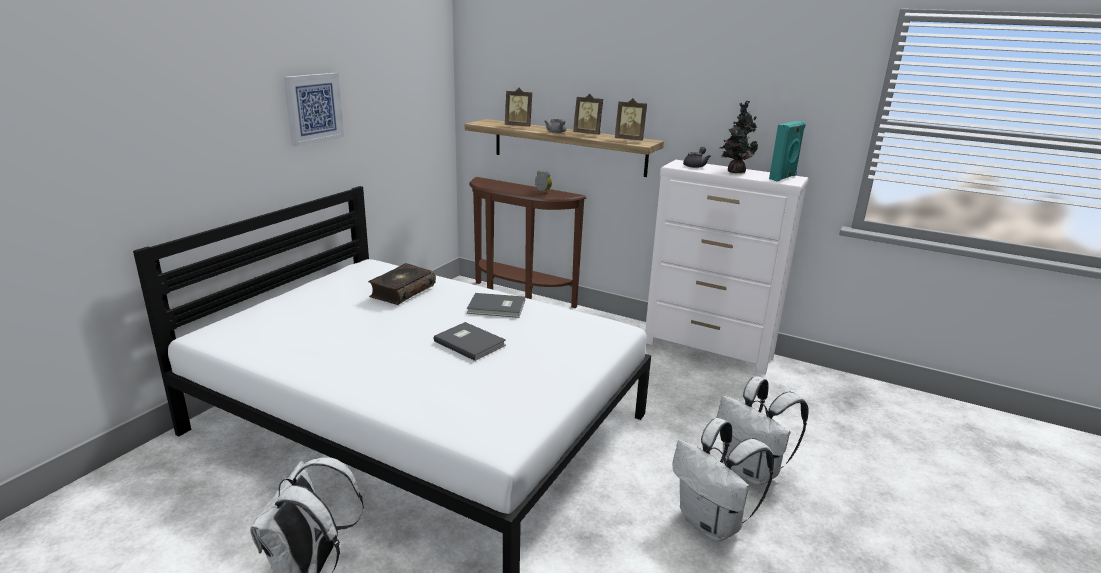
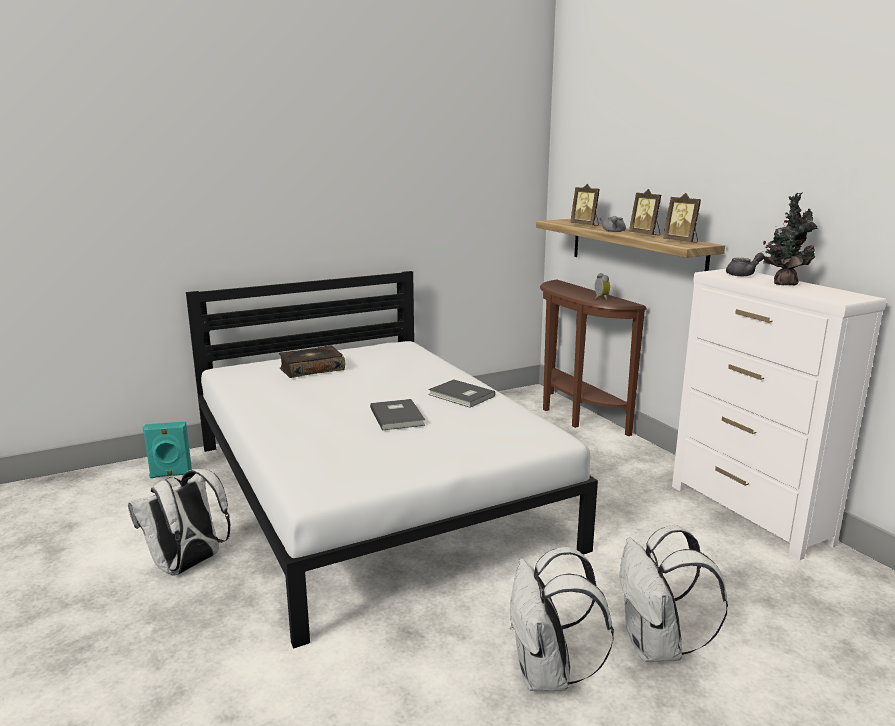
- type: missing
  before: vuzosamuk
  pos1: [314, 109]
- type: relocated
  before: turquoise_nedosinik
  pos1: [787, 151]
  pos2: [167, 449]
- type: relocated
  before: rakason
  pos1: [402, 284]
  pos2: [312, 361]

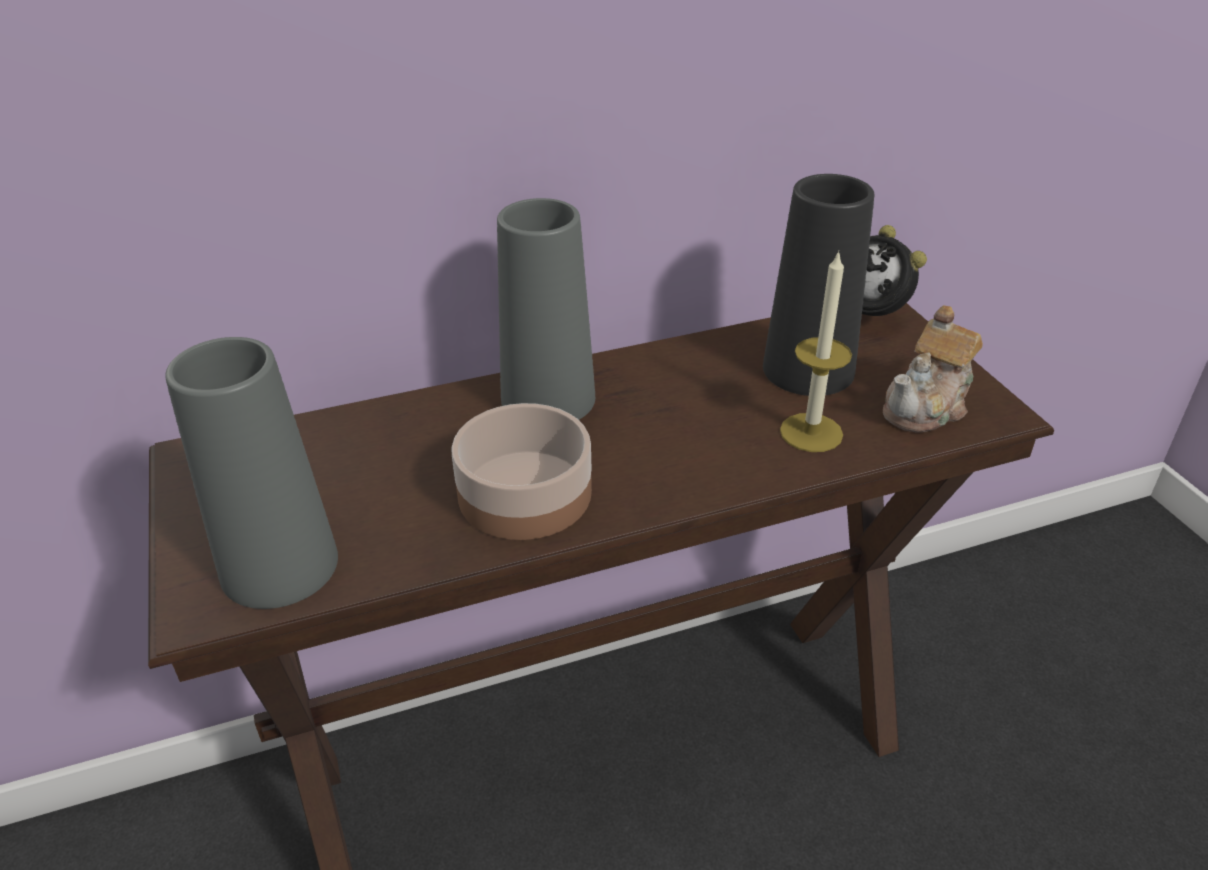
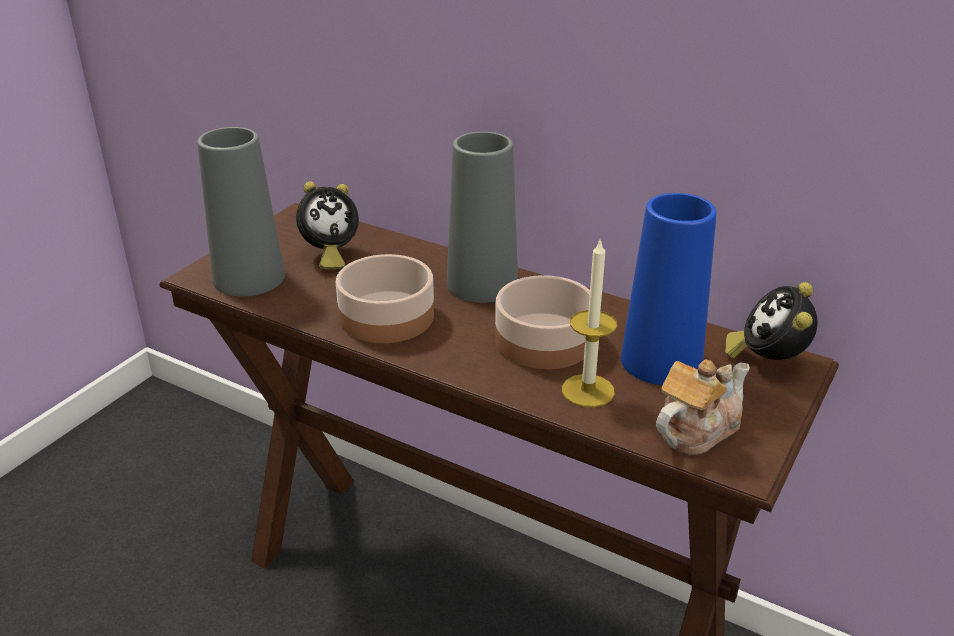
- type: colour
  before: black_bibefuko
  after: blue_bibefuko
  pos1: [818, 285]
  pos2: [669, 289]
- type: spun
  before: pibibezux
  pos1: [933, 369]
  pos2: [703, 407]
  turn: 135
- type: appeared
  after: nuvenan
  pos2: [327, 225]
- type: appeared
  after: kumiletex
  pos2: [542, 322]

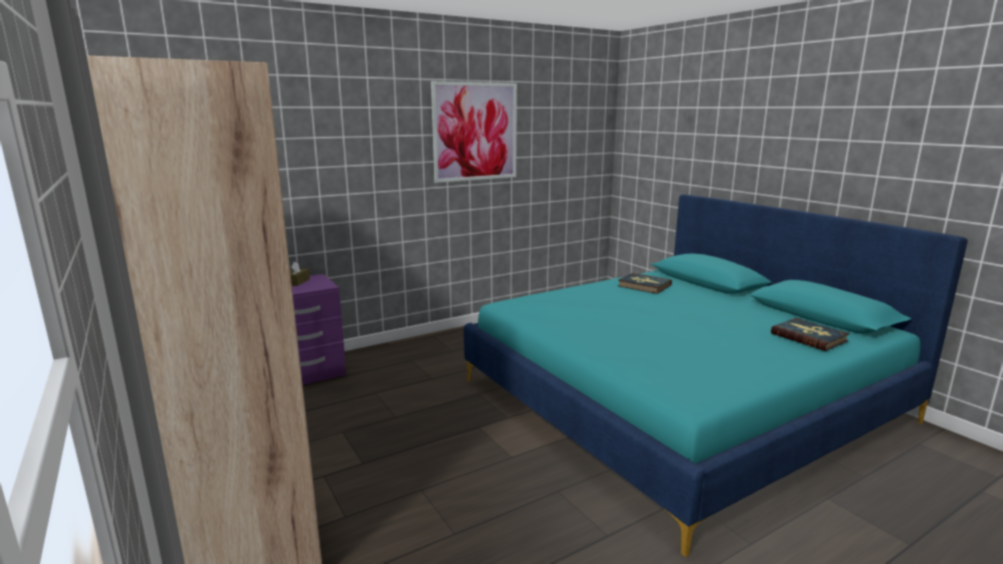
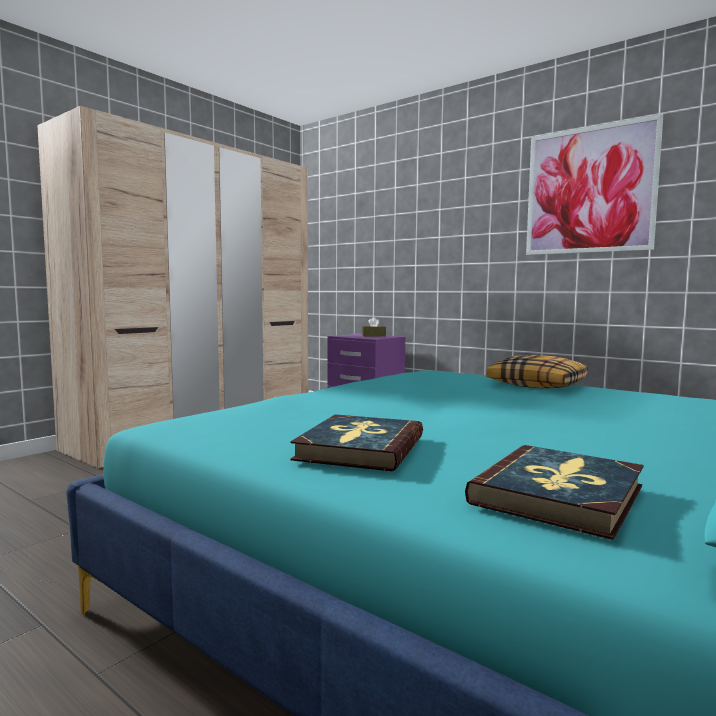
- type: relocated
  before: rakason
  pos1: [645, 283]
  pos2: [356, 443]
- type: appeared
  after: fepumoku
  pos2: [537, 371]

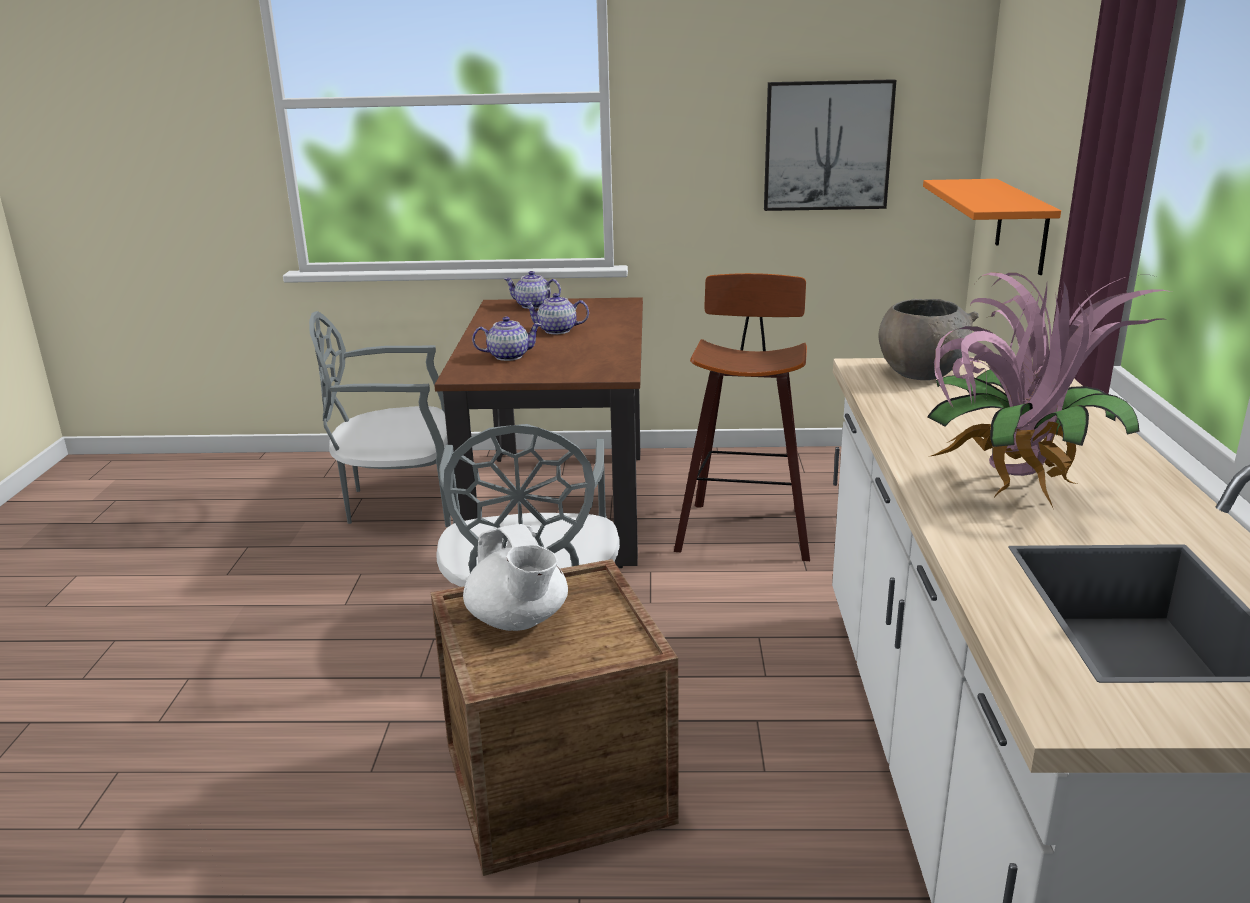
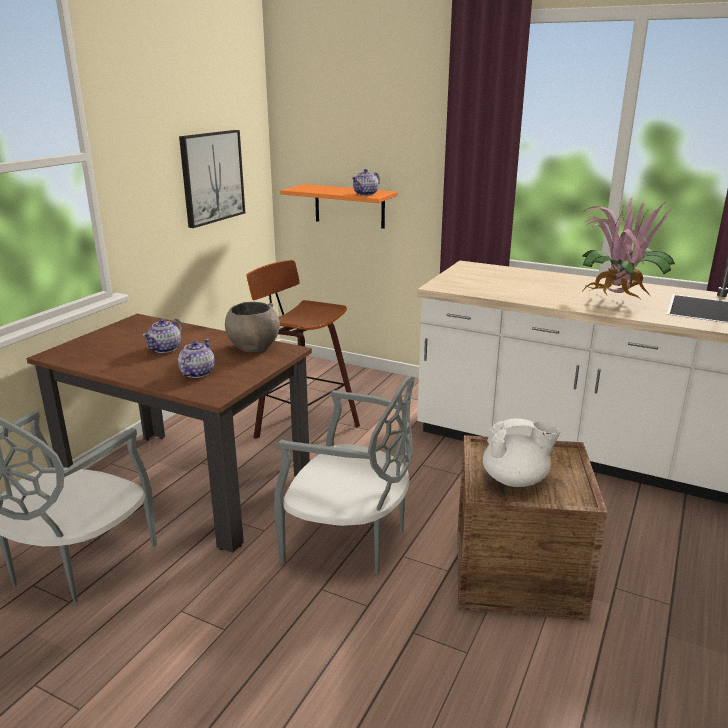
- type: relocated
  before: pibibezux
  pos1: [532, 290]
  pos2: [365, 182]
- type: relocated
  before: grey_kumiletex
  pos1: [928, 339]
  pos2: [252, 327]

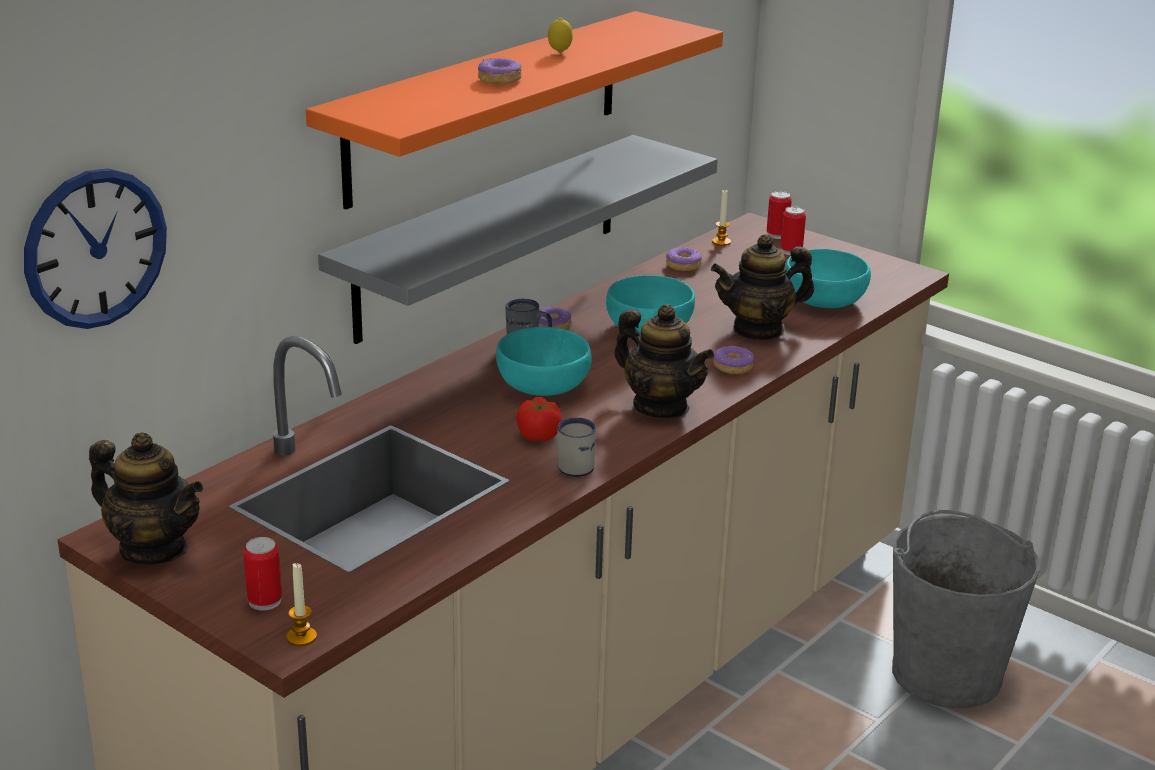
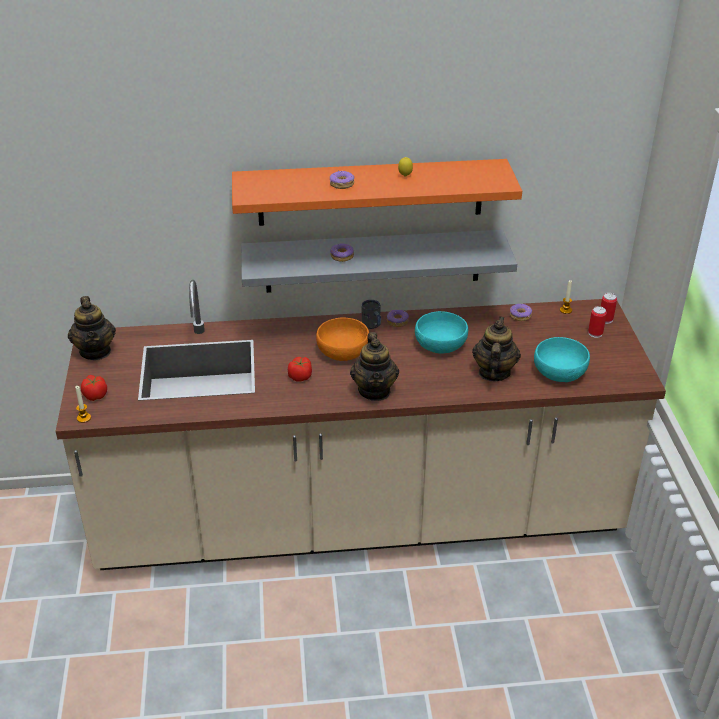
- type: missing
  before: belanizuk
  pos1: [95, 248]
- type: spun
  before: pibibezux
  pos1: [762, 287]
  pos2: [496, 349]
  turn: 75
- type: colour
  before: turquoise_kumiletex
  after: orange_kumiletex
  pos1: [544, 361]
  pos2: [342, 339]
- type: relocated
  before: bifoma
  pos1: [734, 360]
  pos2: [342, 253]
- type: missing
  before: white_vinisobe
  pos1: [576, 447]
- type: missing
  before: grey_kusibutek
  pos1: [966, 609]
- type: exchanged
  before: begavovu
  after: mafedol
  pos1: [262, 573]
  pos2: [94, 388]

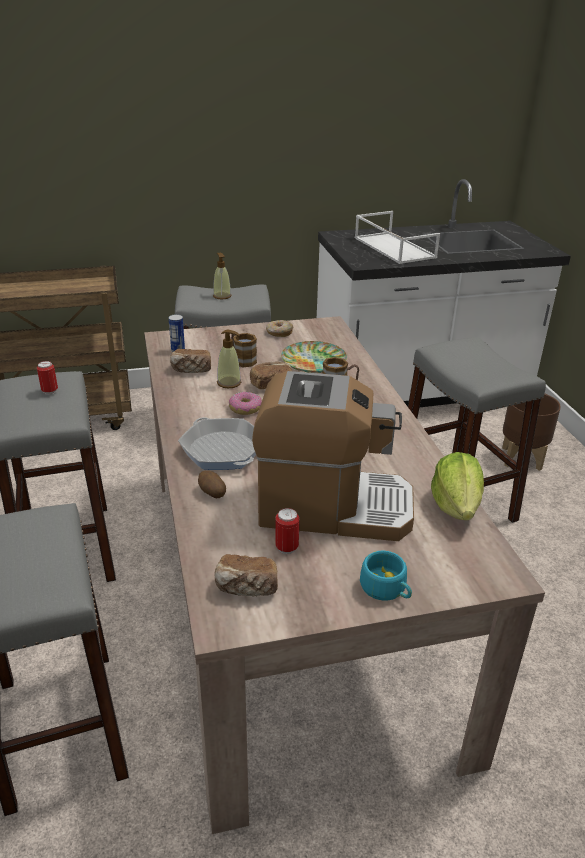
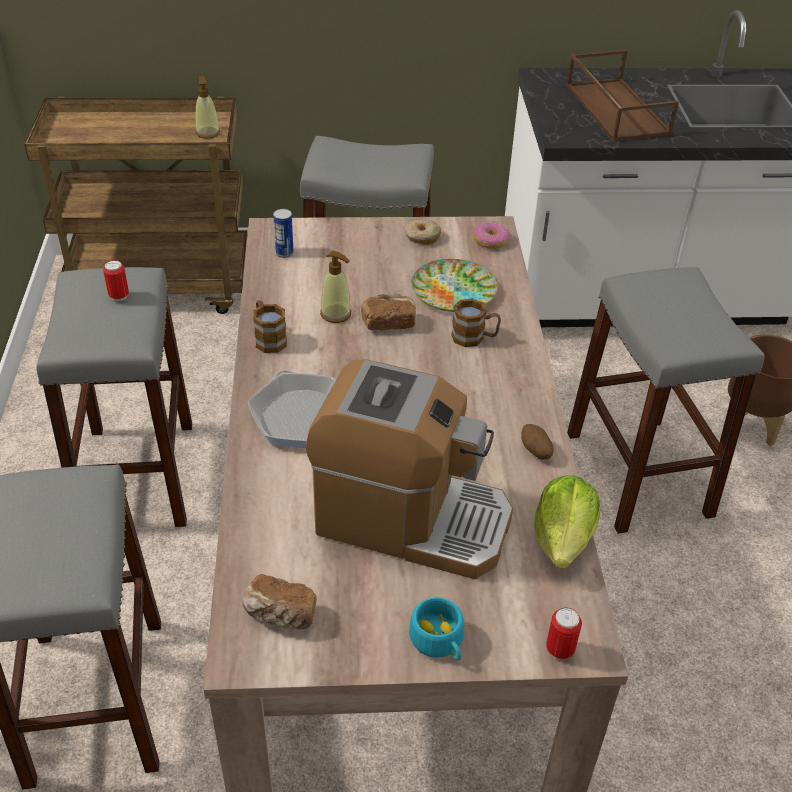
- type: colour
  before: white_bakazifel
  after: brown_bakazifel
  pos1: [397, 237]
  pos2: [622, 95]
- type: relocated
  before: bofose
  pos1: [222, 276]
  pos2: [207, 107]
- type: relocated
  before: vinisobe
  pos1: [244, 350]
  pos2: [270, 326]
- type: missing
  before: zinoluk
  pos1: [190, 361]
- type: relocated
  before: bifoma
  pos1: [245, 403]
  pos2: [492, 235]
- type: relocated
  before: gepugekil
  pos1: [212, 485]
  pos2: [537, 442]
- type: relocated
  before: begavovu
  pos1: [287, 531]
  pos2: [564, 634]

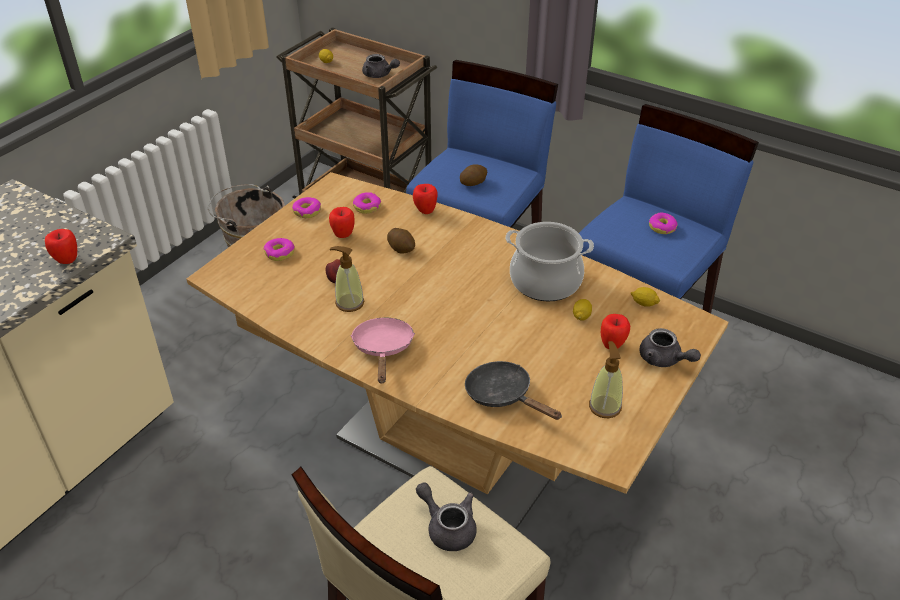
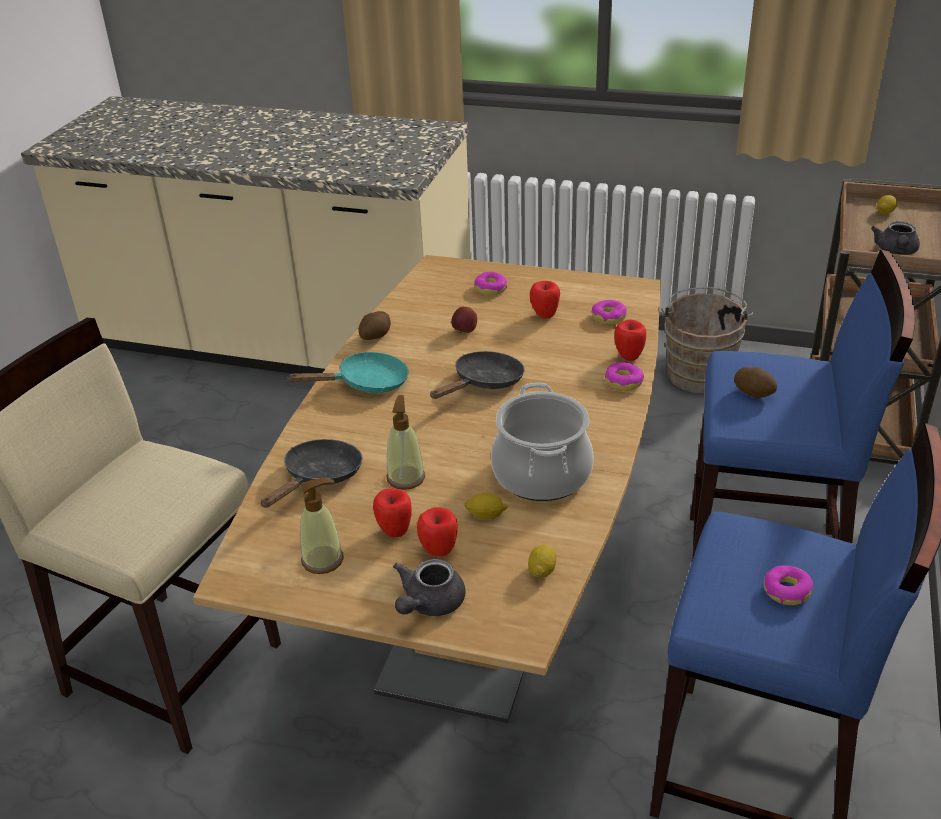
- type: relocated
  before: bifoma
  pos1: [306, 207]
  pos2: [624, 376]
- type: relocated
  before: gepugekil
  pos1: [401, 240]
  pos2: [375, 325]
- type: relocated
  before: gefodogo
  pos1: [61, 246]
  pos2: [392, 512]
- type: relocated
  before: bofose
  pos1: [347, 279]
  pos2: [405, 442]
- type: colour
  before: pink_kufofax
  after: turquoise_kufofax
  pos1: [382, 350]
  pos2: [348, 372]
- type: missing
  before: grey_pibibezux
  pos1: [446, 516]
- type: appeared
  after: black_kufofax
  pos2: [477, 375]

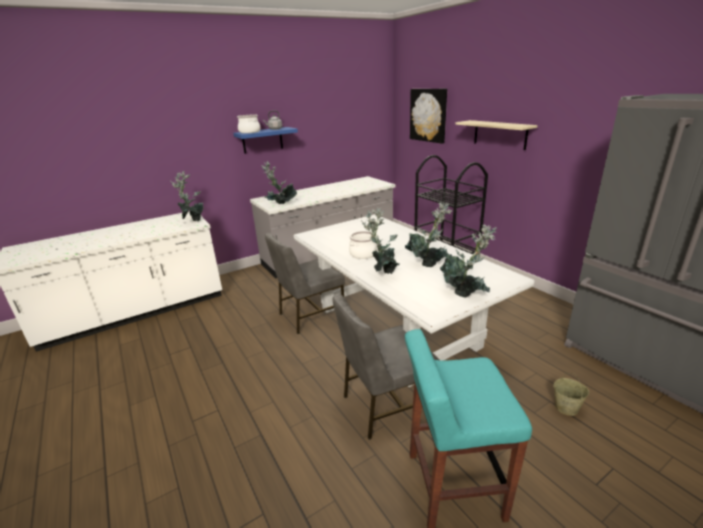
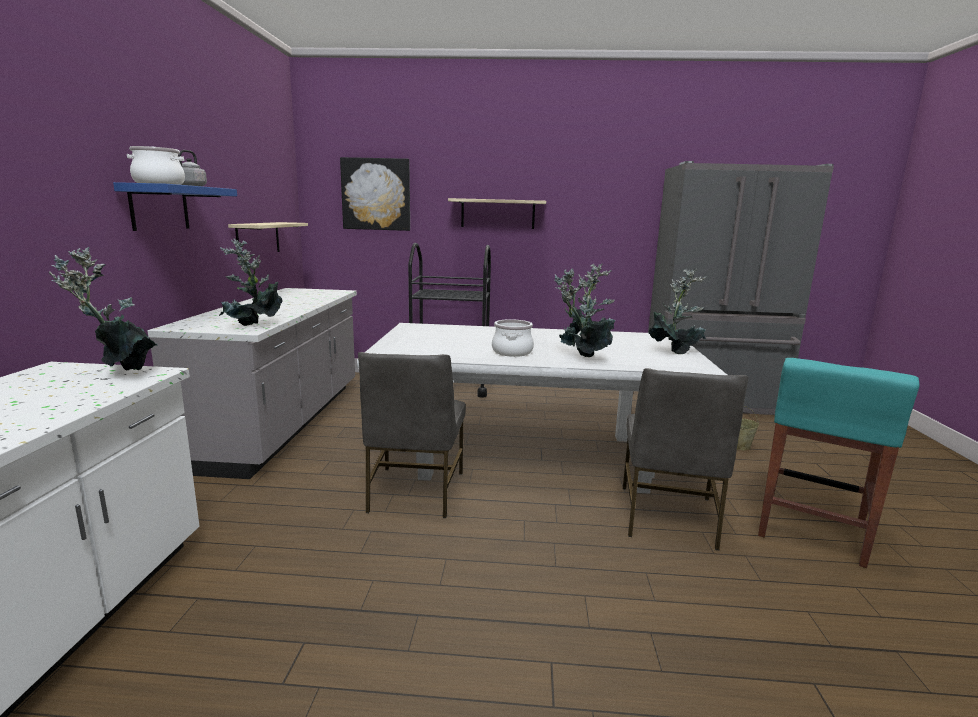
- type: appeared
  after: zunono
  pos2: [268, 239]

